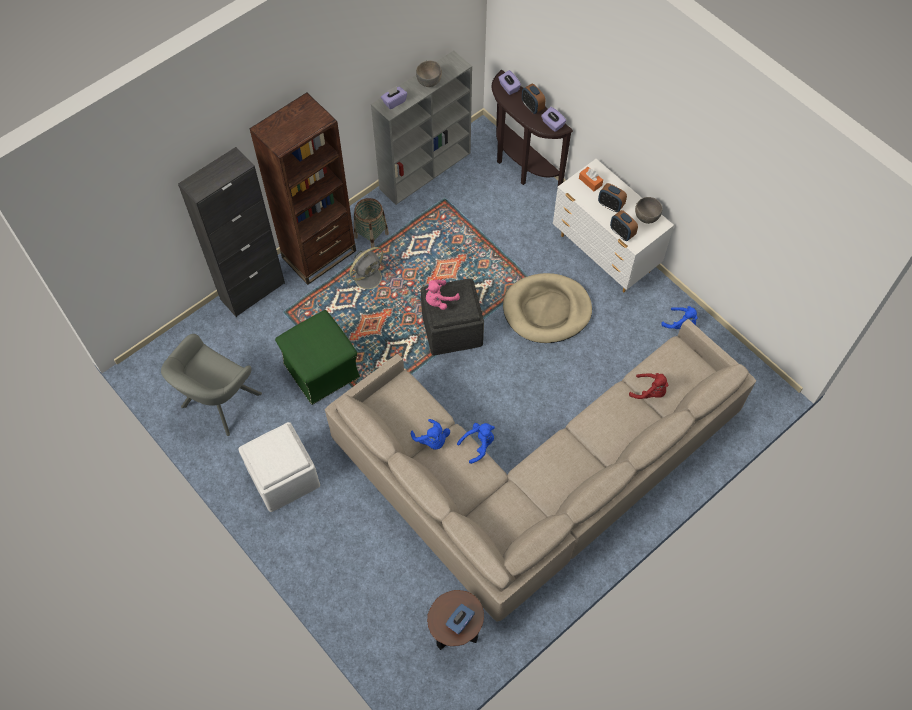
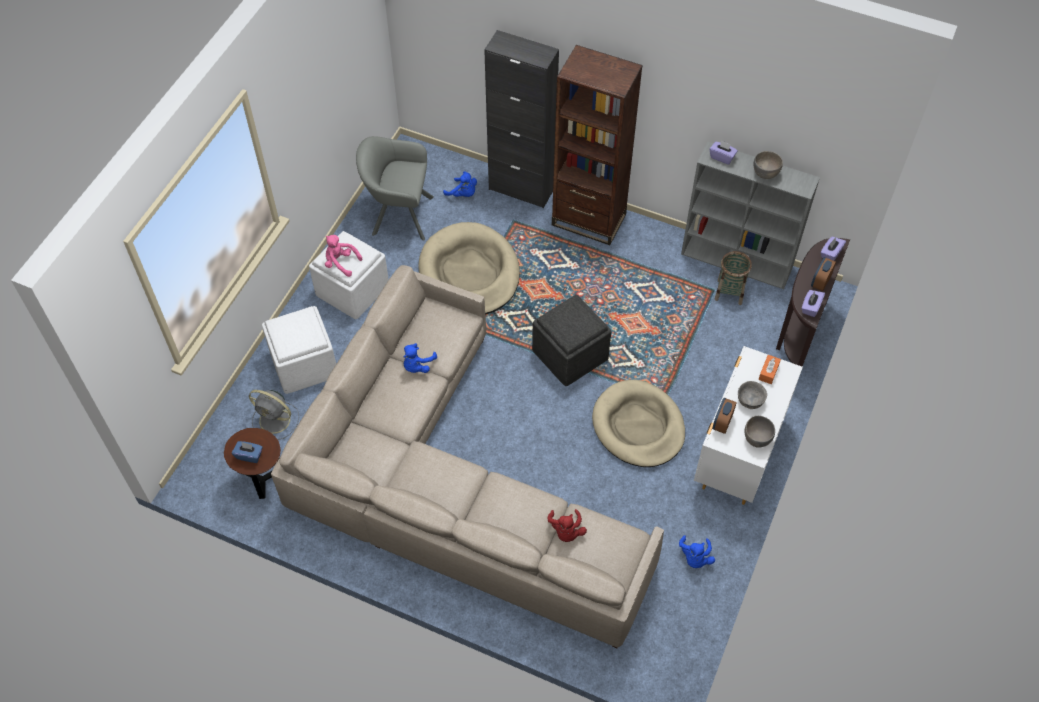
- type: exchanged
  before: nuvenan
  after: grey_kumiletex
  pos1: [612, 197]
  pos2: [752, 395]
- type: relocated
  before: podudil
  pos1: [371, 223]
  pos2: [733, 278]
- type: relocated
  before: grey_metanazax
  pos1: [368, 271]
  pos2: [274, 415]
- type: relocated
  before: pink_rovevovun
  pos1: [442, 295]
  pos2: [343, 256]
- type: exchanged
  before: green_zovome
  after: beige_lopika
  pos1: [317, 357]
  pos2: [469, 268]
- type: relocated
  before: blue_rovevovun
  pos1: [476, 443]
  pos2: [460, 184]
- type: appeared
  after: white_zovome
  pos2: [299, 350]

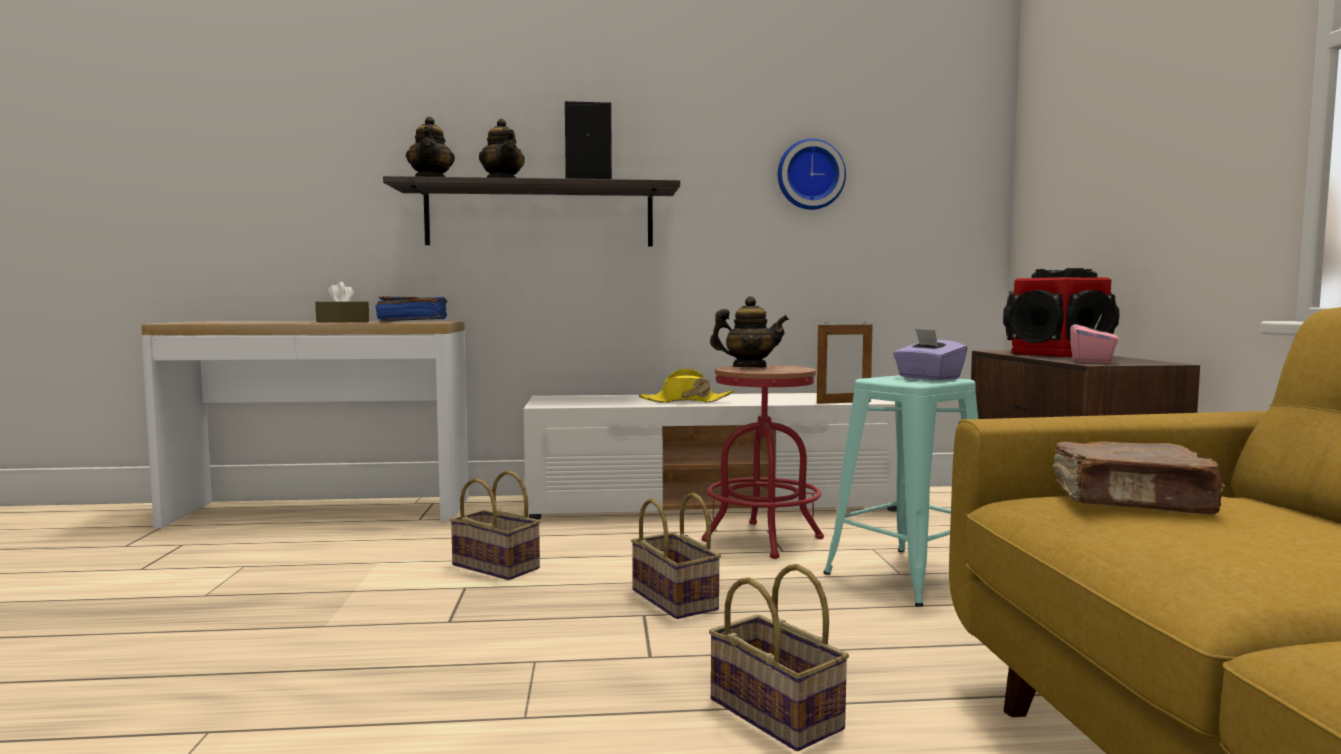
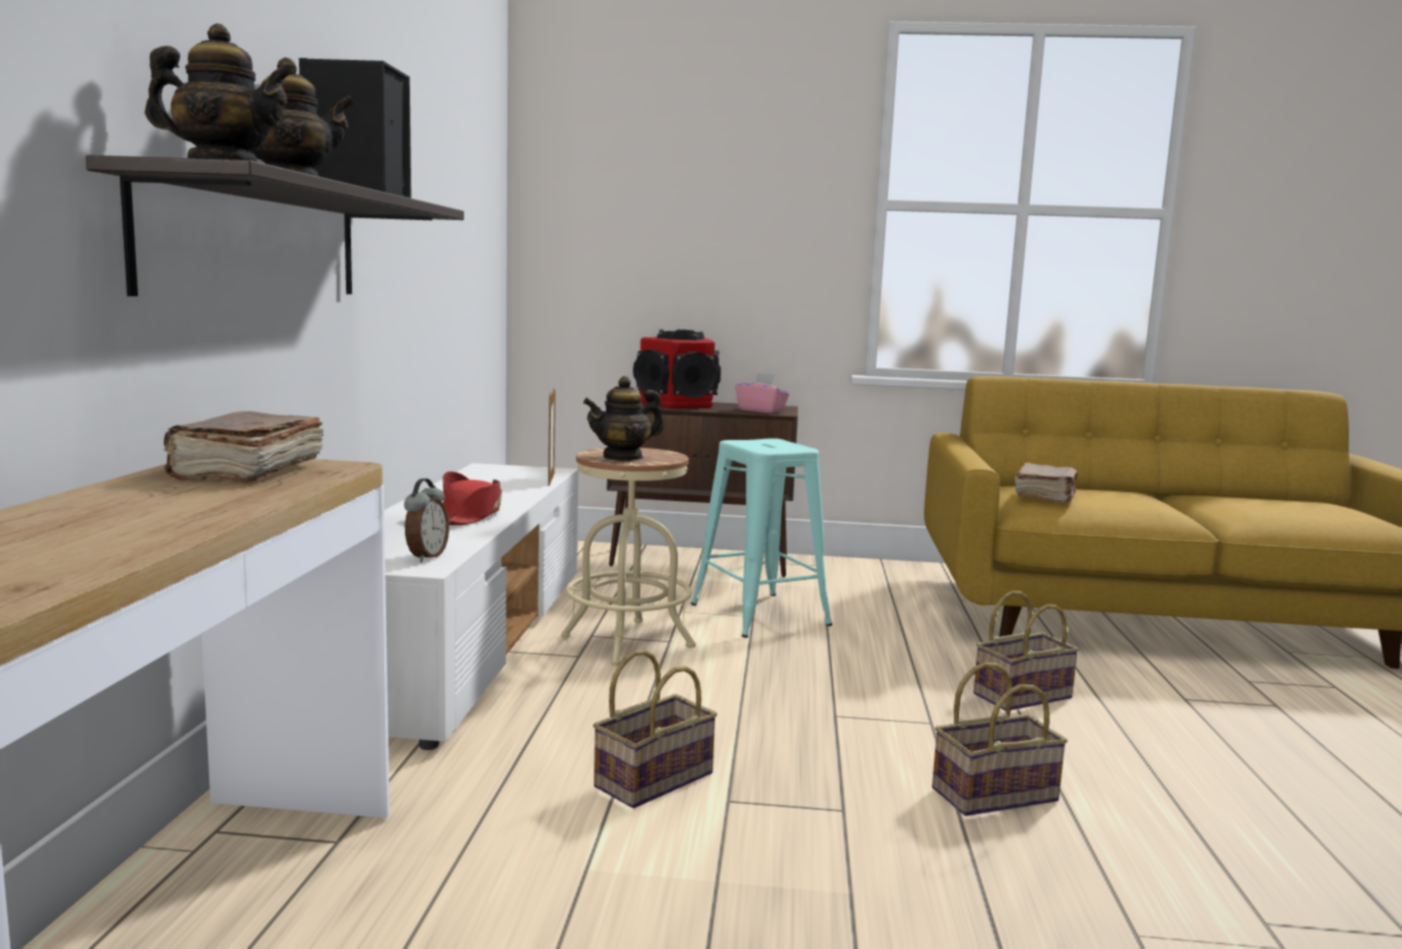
- type: missing
  before: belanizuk
  pos1: [812, 174]
- type: missing
  before: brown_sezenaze
  pos1: [342, 302]
- type: colour
  before: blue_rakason
  after: brown_rakason
  pos1: [411, 309]
  pos2: [244, 447]
- type: spun
  before: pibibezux
  pos1: [749, 331]
  pos2: [623, 418]
  turn: -135
- type: missing
  before: purple_sezenaze
  pos1: [930, 354]
- type: colour
  before: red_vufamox
  after: beige_vufamox
  pos1: [763, 462]
  pos2: [628, 557]
- type: colour
  before: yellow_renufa
  after: red_renufa
  pos1: [686, 386]
  pos2: [472, 498]
- type: relocated
  before: podudil
  pos1: [676, 555]
  pos2: [1000, 739]
- type: appeared
  after: nuvenan
  pos2: [426, 520]

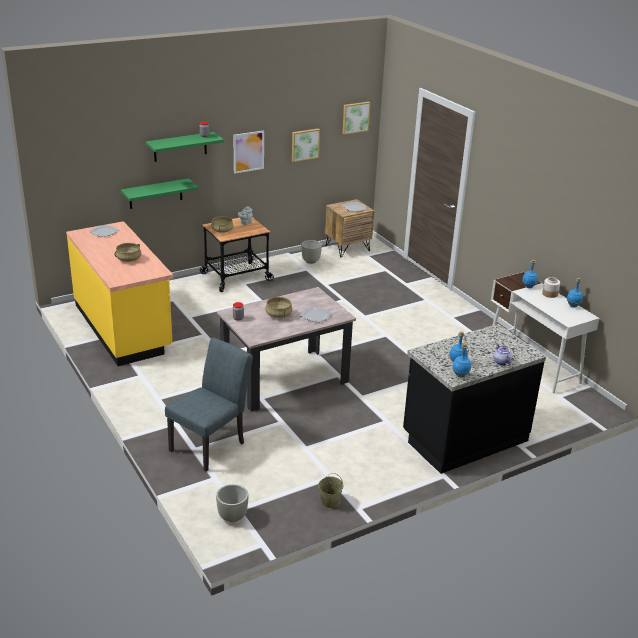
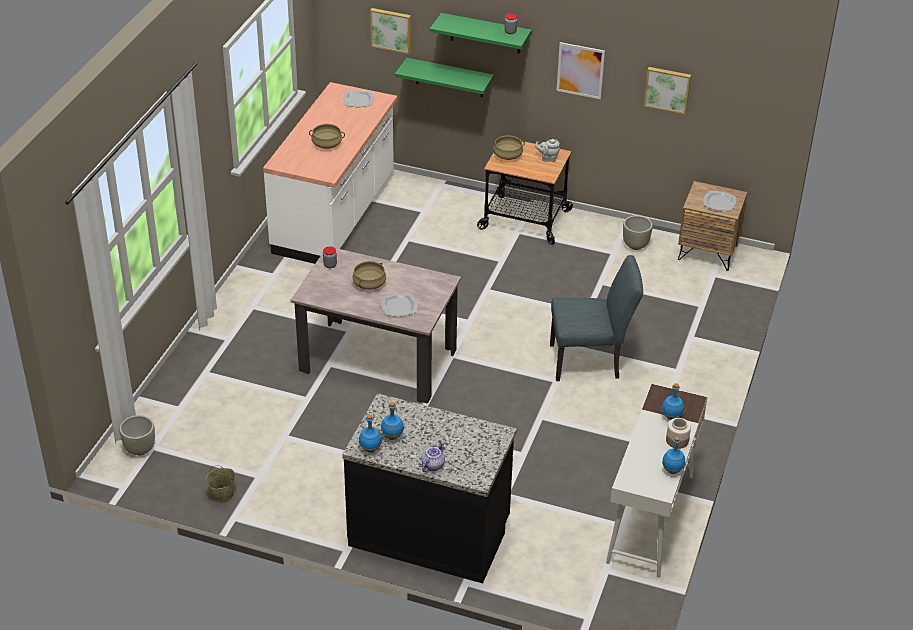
- type: relocated
  before: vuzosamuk
  pos1: [356, 118]
  pos2: [390, 31]
- type: colour
  before: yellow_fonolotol
  after: white_fonolotol
  pos1: [119, 293]
  pos2: [330, 173]
- type: relocated
  before: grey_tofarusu
  pos1: [209, 405]
  pos2: [596, 318]

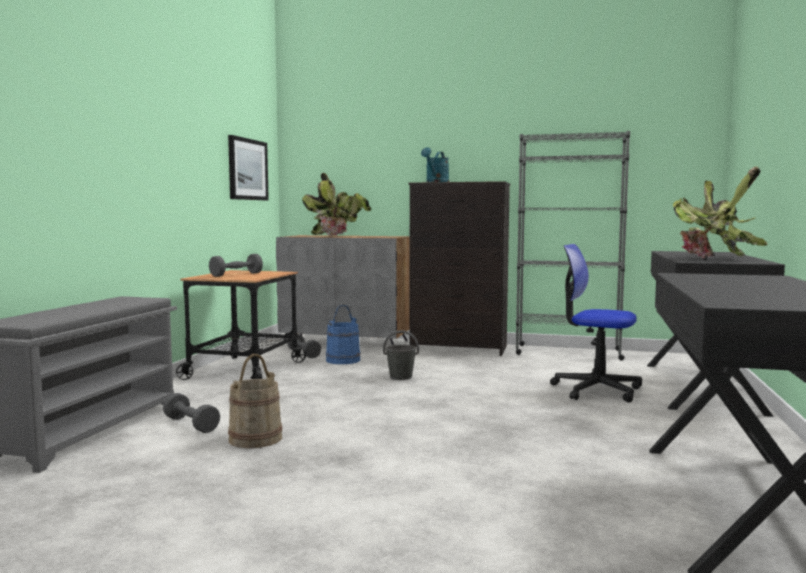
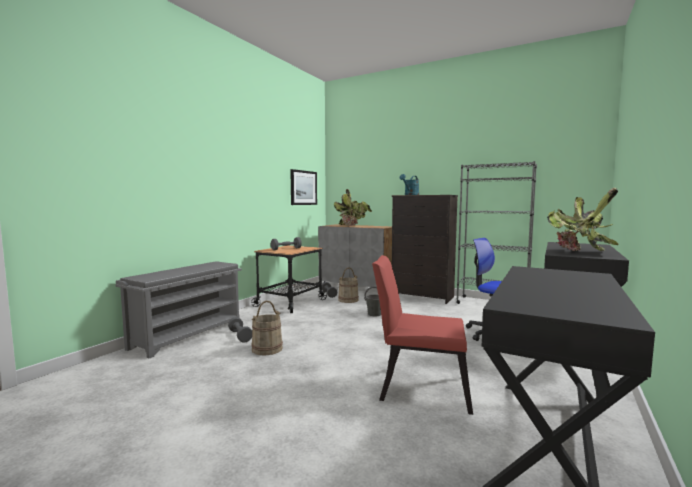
- type: colour
  before: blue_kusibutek
  after: beige_kusibutek
  pos1: [343, 334]
  pos2: [348, 285]
- type: appeared
  after: red_tofarusu
  pos2: [422, 335]

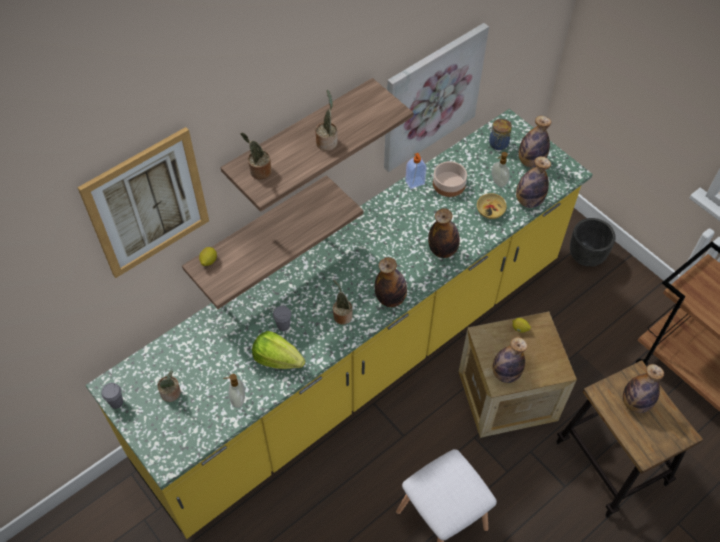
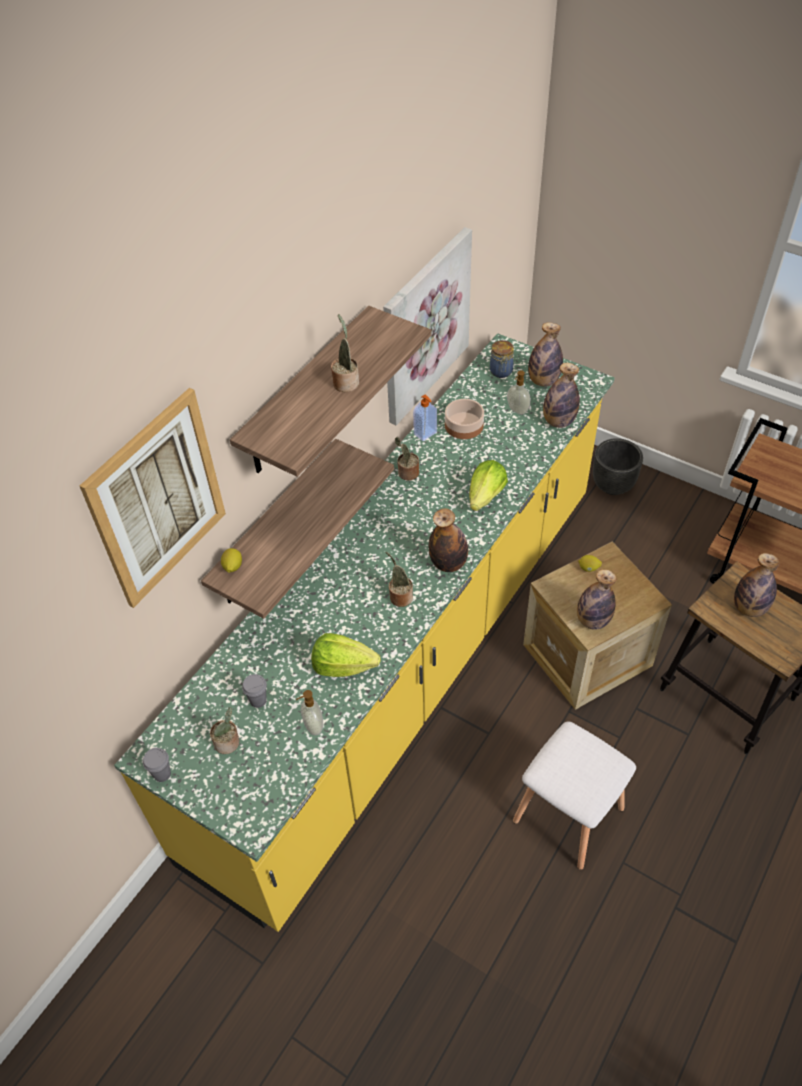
- type: relocated
  before: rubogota
  pos1: [256, 156]
  pos2: [407, 459]
- type: missing
  before: beige_kumiletex
  pos1: [492, 206]
- type: exchanged
  before: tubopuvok
  after: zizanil
  pos1: [444, 233]
  pos2: [488, 485]
- type: relocated
  before: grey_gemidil
  pos1: [282, 318]
  pos2: [254, 691]

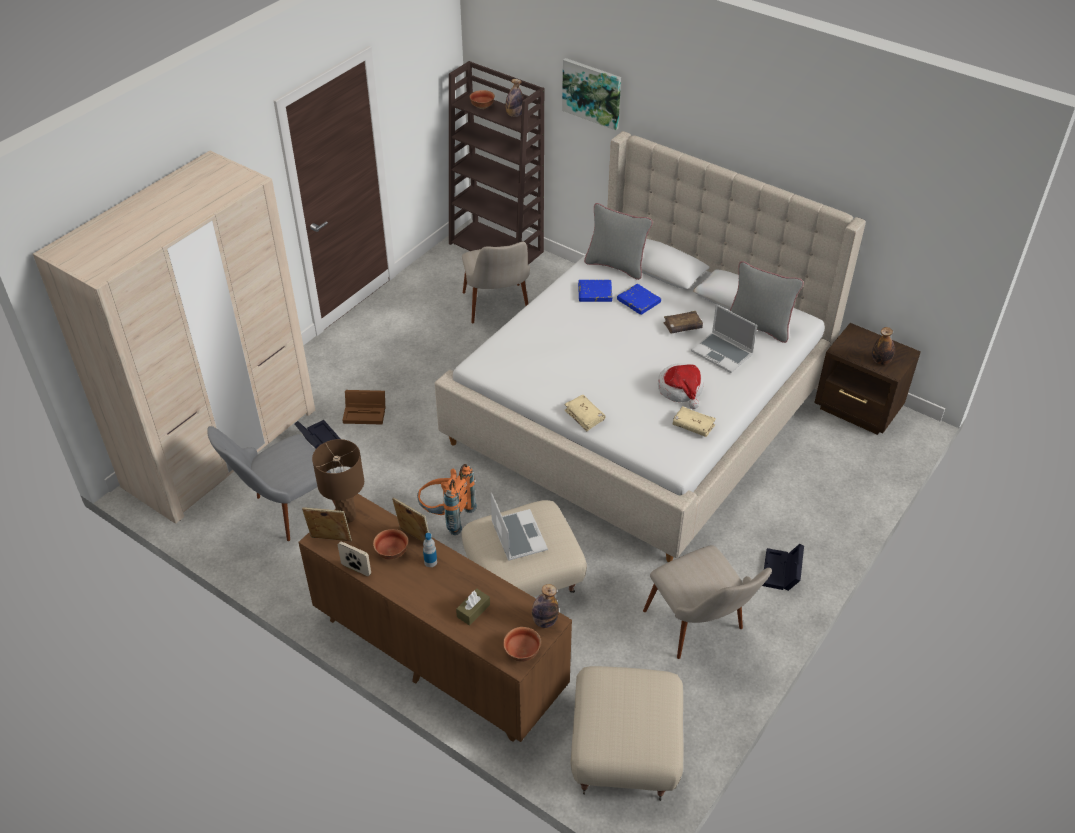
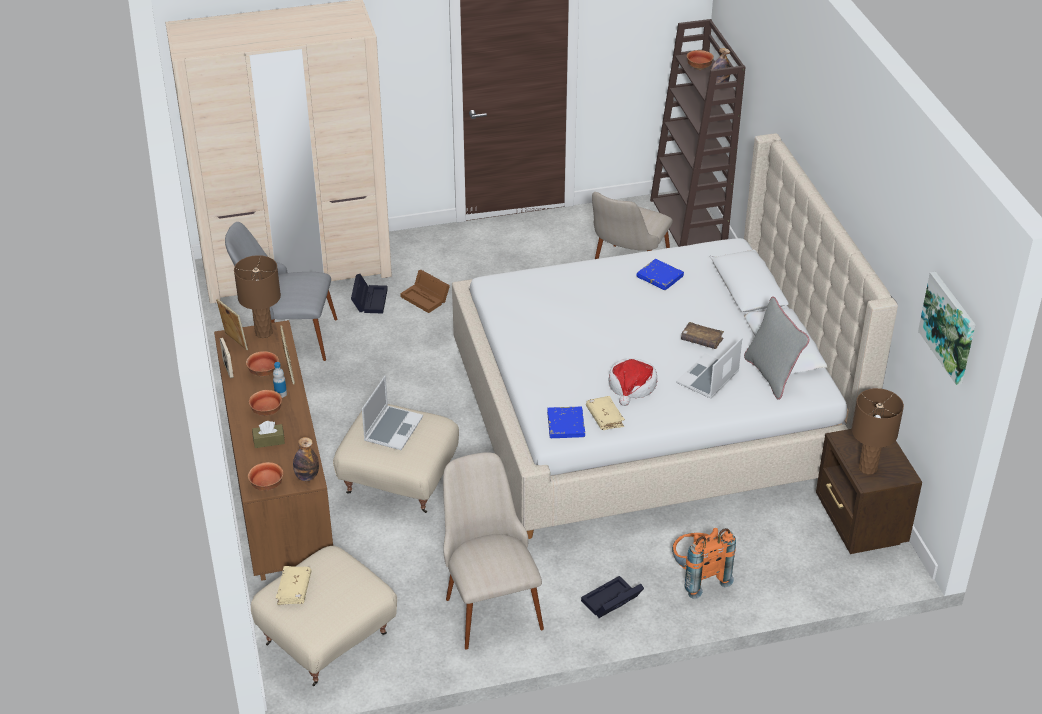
- type: relocated
  before: vuzosamuk
  pos1: [591, 94]
  pos2: [947, 328]
- type: missing
  before: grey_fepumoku
  pos1: [618, 241]
- type: relocated
  before: blue_rakason
  pos1: [639, 299]
  pos2: [566, 422]
- type: spun
  before: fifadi
  pos1: [724, 338]
  pos2: [709, 368]
  turn: 45
- type: exchanged
  before: tubopuvok
  after: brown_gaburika
  pos1: [883, 346]
  pos2: [878, 431]
- type: relocated
  before: beige_rakason
  pos1: [585, 413]
  pos2: [294, 585]
- type: relocated
  before: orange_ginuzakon
  pos1: [447, 499]
  pos2: [704, 563]
- type: spun
  before: beige_tofarusu
  pos1: [707, 602]
  pos2: [493, 551]
  turn: 150
- type: appeared
  after: kumiletex
  pos2: [265, 403]

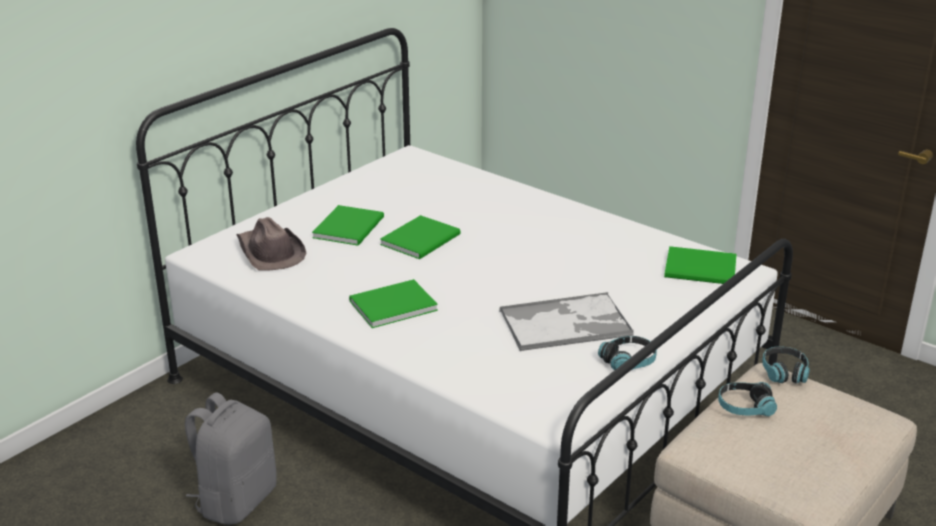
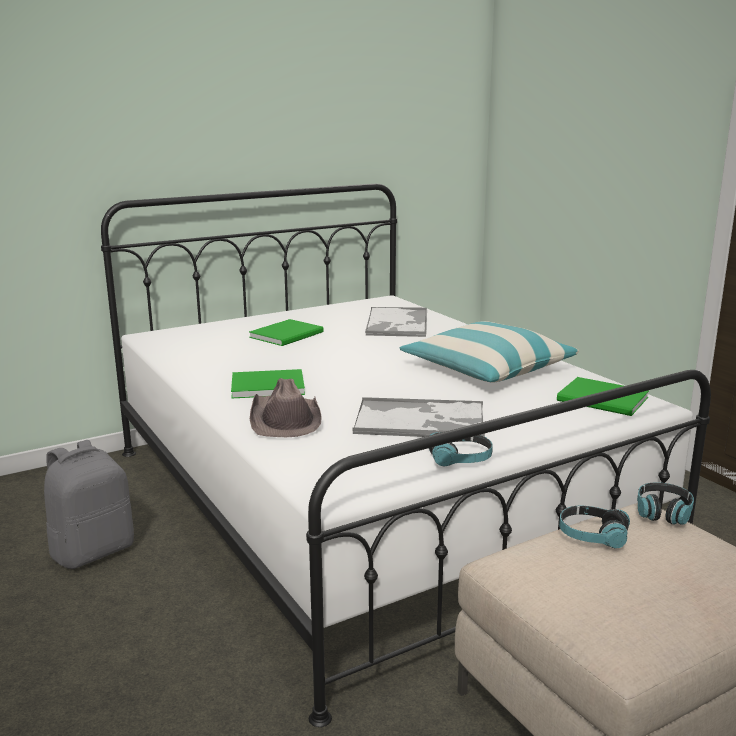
- type: missing
  before: green_rakason
  pos1: [420, 237]
- type: relocated
  before: brown_renufa
  pos1: [271, 244]
  pos2: [286, 407]
- type: appeared
  after: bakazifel
  pos2: [396, 322]
- type: appeared
  after: fepumoku
  pos2: [489, 352]

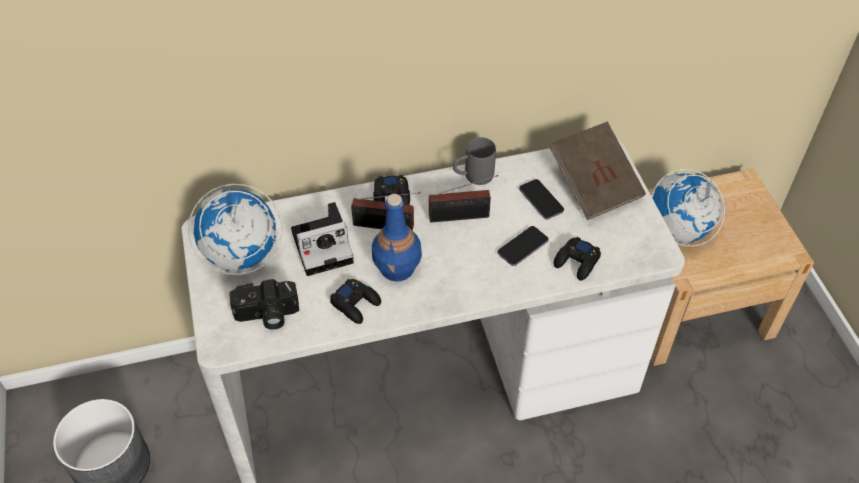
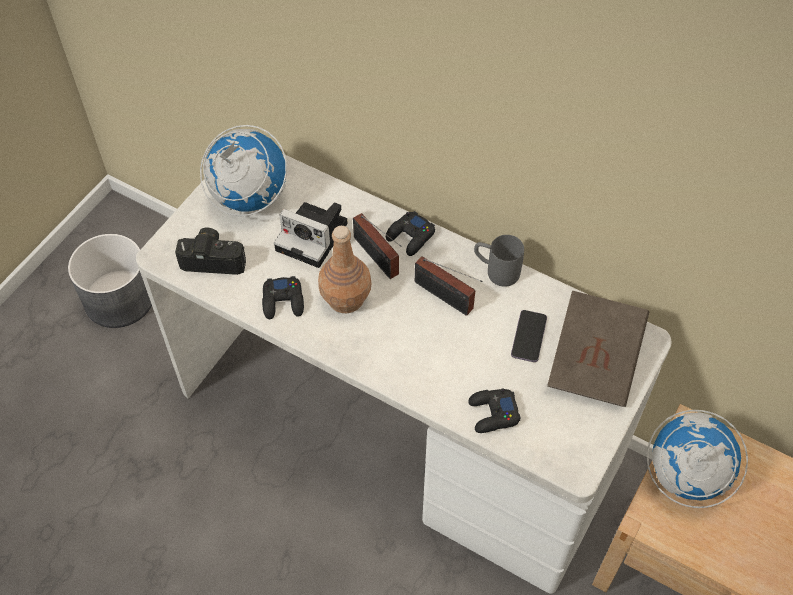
- type: colour
  before: blue_tubopuvok
  after: brown_tubopuvok
  pos1: [397, 238]
  pos2: [344, 269]
- type: missing
  before: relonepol
  pos1: [523, 246]
- type: spun
  before: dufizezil
  pos1: [264, 304]
  pos2: [210, 251]
  turn: 150

